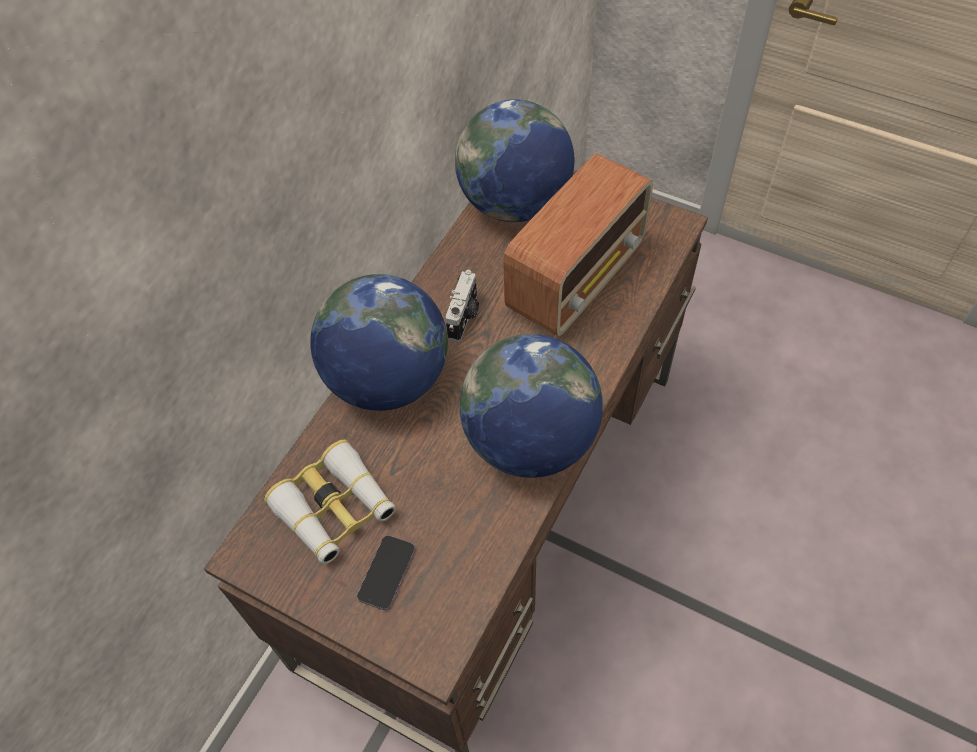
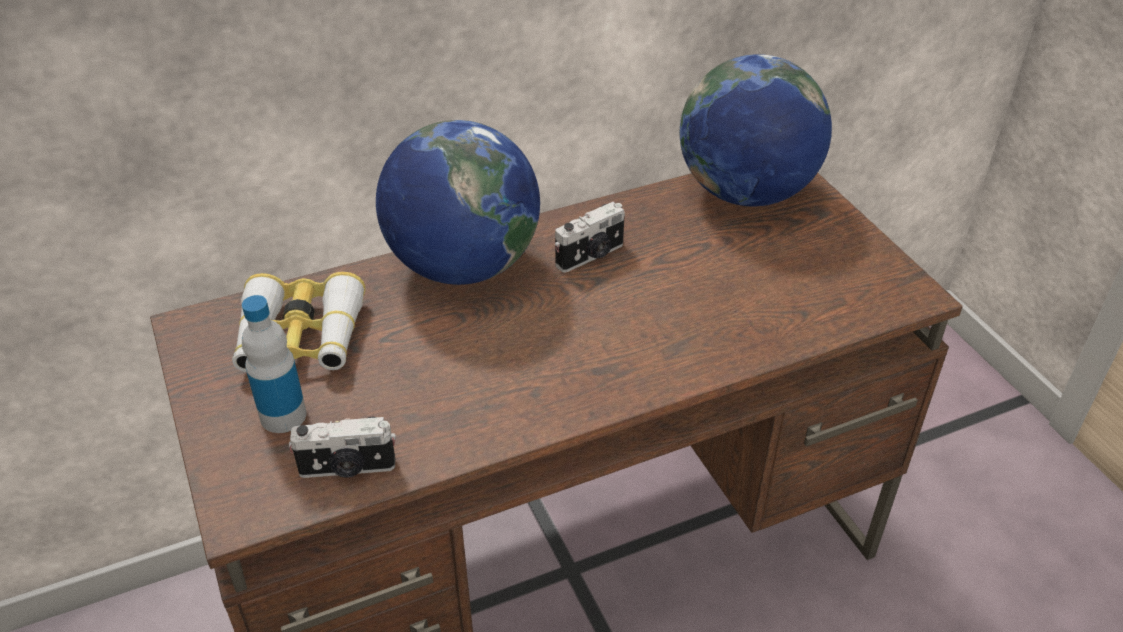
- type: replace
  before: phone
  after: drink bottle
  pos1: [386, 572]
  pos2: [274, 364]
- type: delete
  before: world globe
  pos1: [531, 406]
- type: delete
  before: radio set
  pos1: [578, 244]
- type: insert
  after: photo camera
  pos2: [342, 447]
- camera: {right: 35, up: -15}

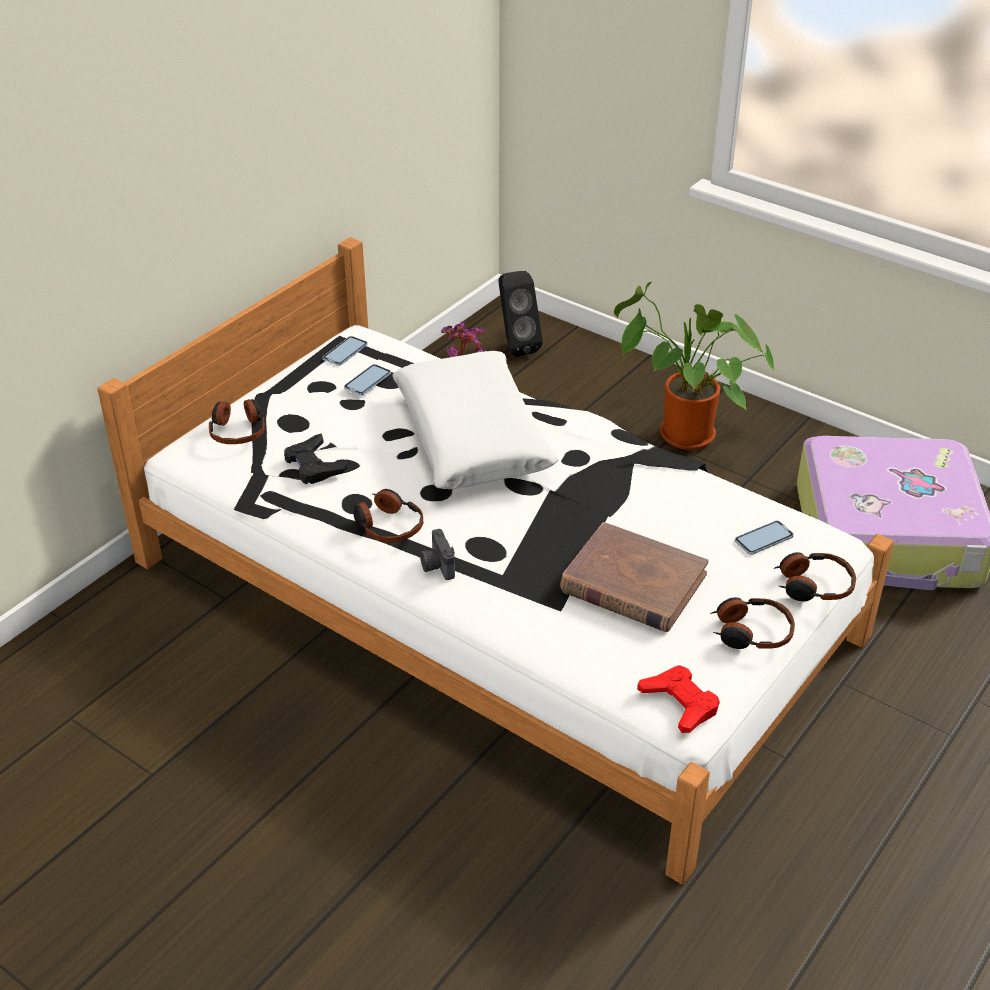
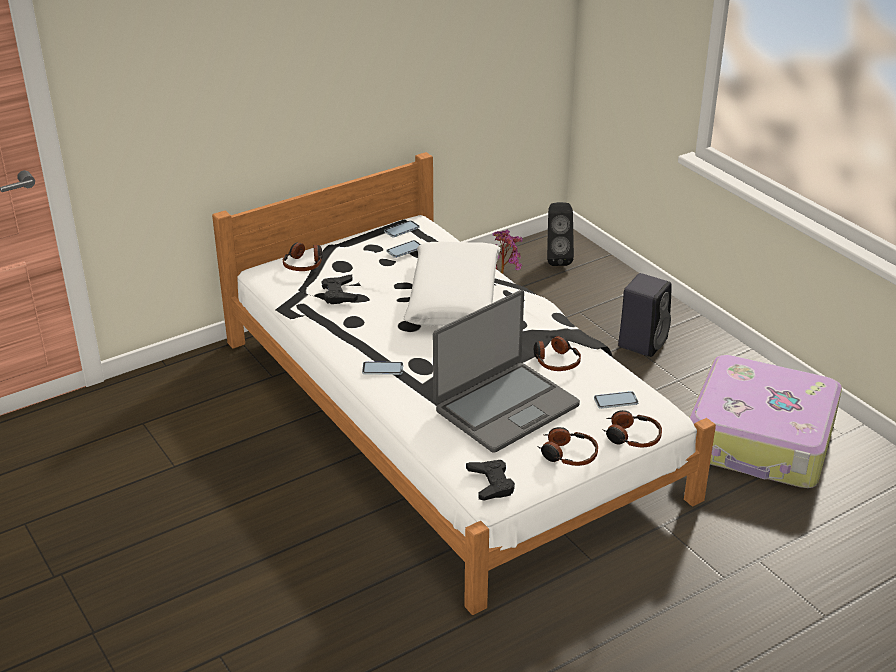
- type: move
  before: headphones
  pos1: [388, 516]
  pos2: [557, 353]
- type: replace
  before: photo camera
  after: phone
  pos1: [437, 554]
  pos2: [382, 368]
- type: replace
  before: brown bound book
  after: laptop
  pos1: [634, 577]
  pos2: [506, 371]
- type: replace
  before: plant in a pot
  after: black-coloured speaker
  pos1: [694, 366]
  pos2: [645, 315]
- type: recolor
  before: reddish gamepad
  after: black-coloured gamepad
  pos1: [678, 699]
  pos2: [490, 480]
- camera: {right: 20, up: -5}

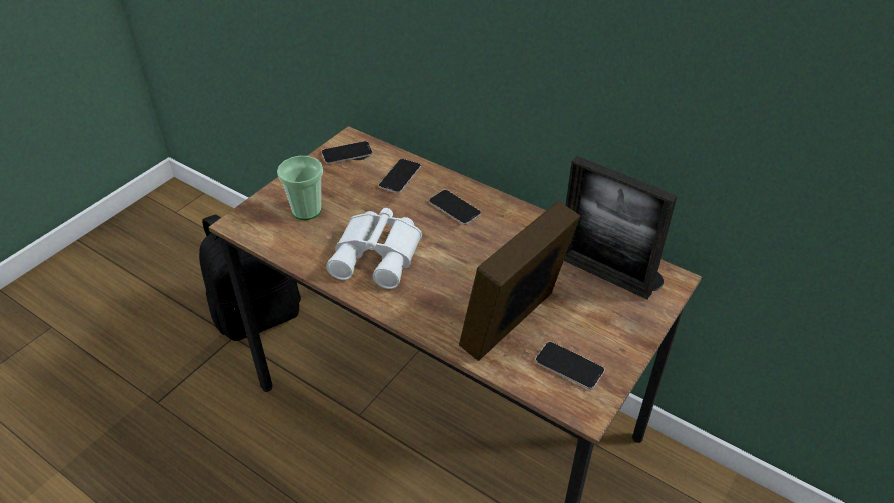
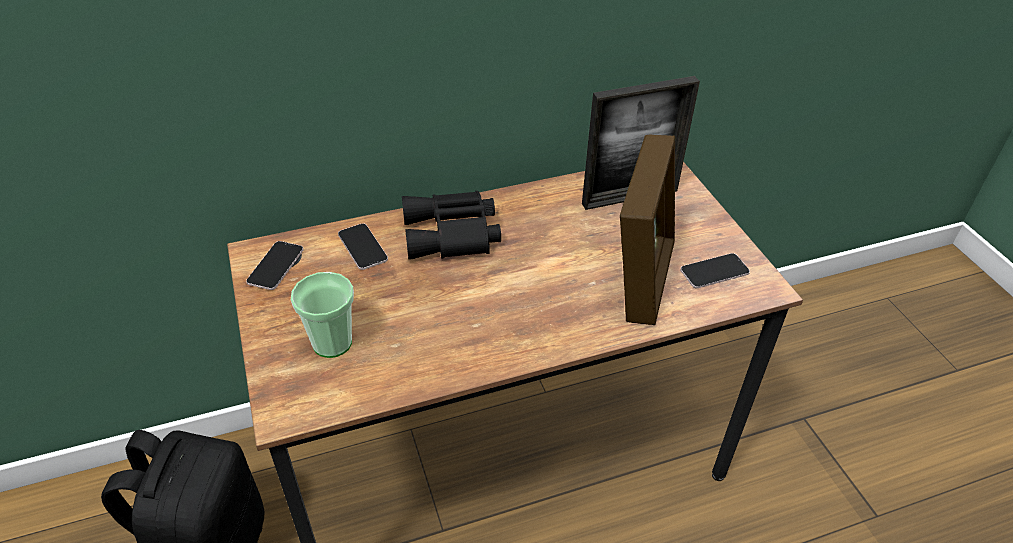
- type: delete
  before: white-coloured binoculars
  pos1: [374, 248]
- type: replace
  before: phone
  after: black-coloured binoculars
  pos1: [455, 207]
  pos2: [451, 225]
- type: rotate
  before: photo frame
  pos1: [519, 281]
  pos2: [647, 230]
  turn: -150
- camera: {right: -55, up: 0}

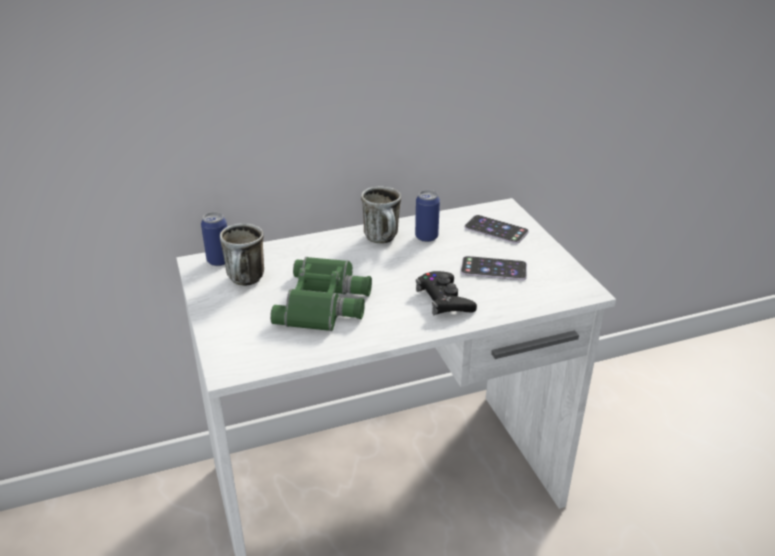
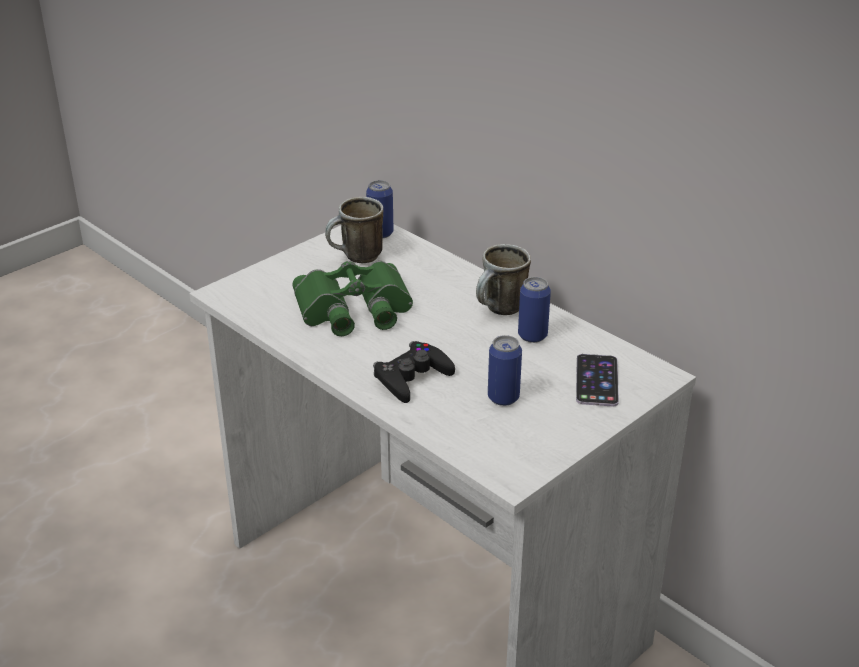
- type: replace
  before: phone
  after: sealed can
  pos1: [494, 268]
  pos2: [505, 370]
- camera: {right: 65, up: 0}

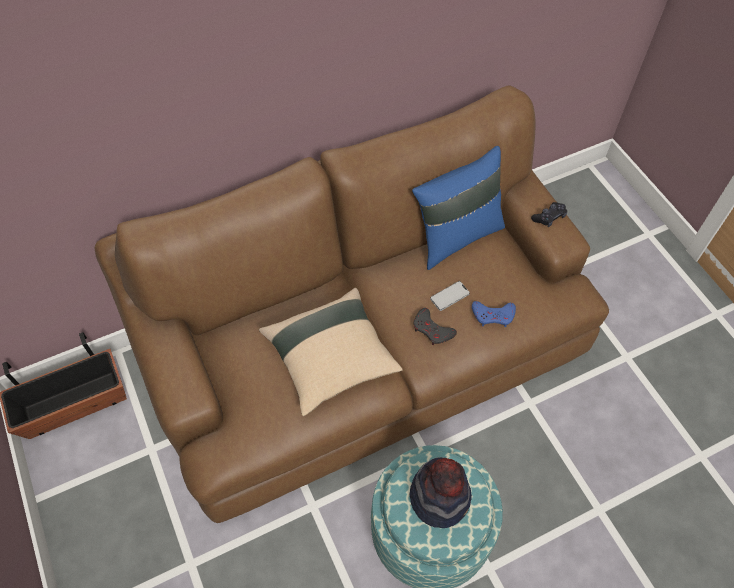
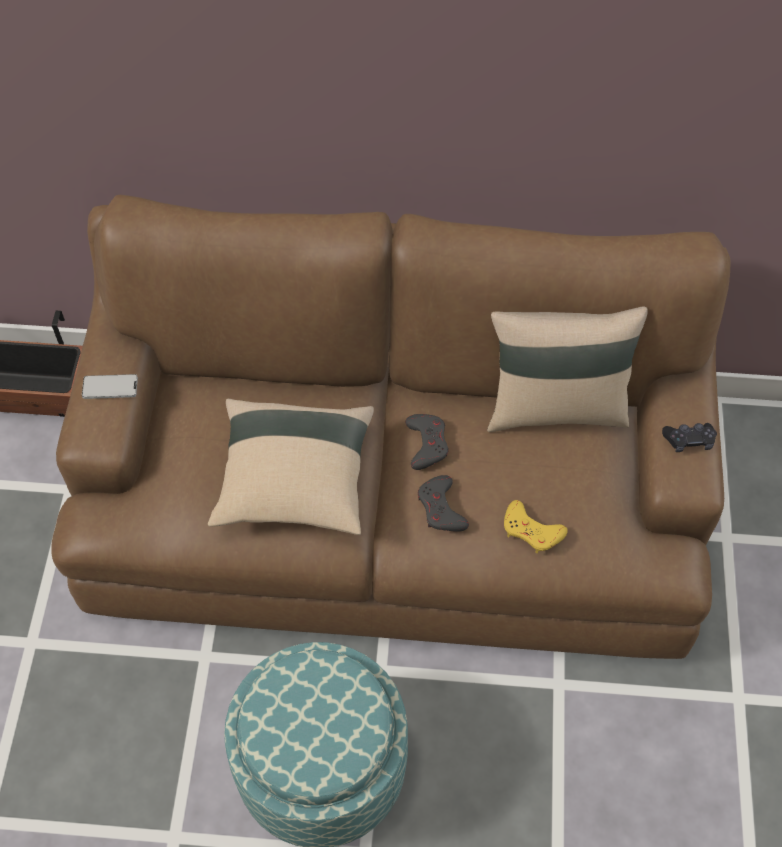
- type: delete
  before: hat
  pos1: [441, 492]
- type: recolor
  before: bluish throw pillow
  after: beige throw pillow
  pos1: [458, 208]
  pos2: [567, 369]
- type: move
  before: phone
  pos1: [450, 296]
  pos2: [110, 386]
- type: recolor
  before: bluish gamepad
  after: yellow-coloured gamepad
  pos1: [494, 314]
  pos2: [536, 527]
- type: insert
  after: grey gamepad
  pos2: [427, 442]
- camera: {right: 30, up: 0}

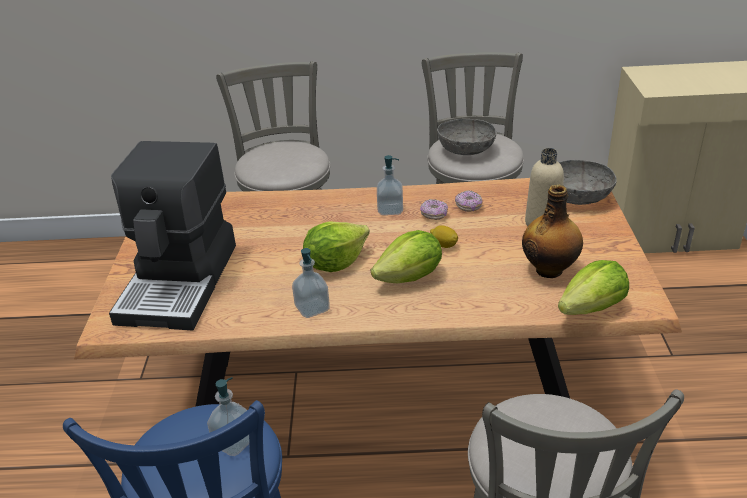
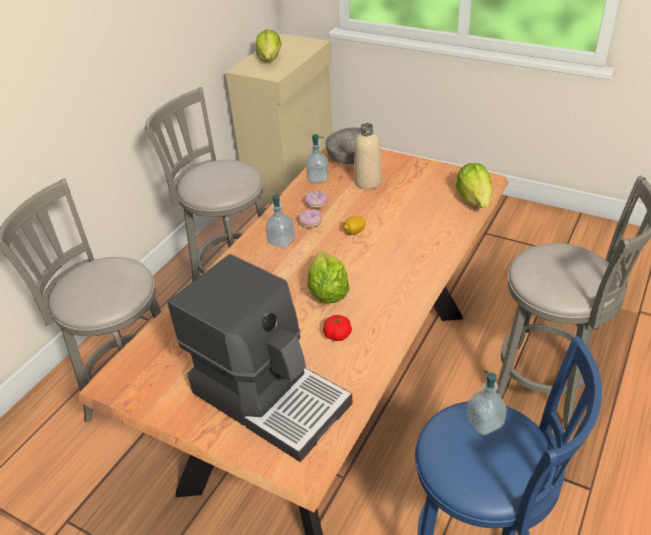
- type: move
  before: soap bottle
  pos1: [311, 283]
  pos2: [317, 158]
- type: move
  before: head of lettuce
  pos1: [406, 256]
  pos2: [268, 46]
- type: delete
  before: grey deep dish
  pos1: [466, 137]
- type: delete
  before: drink bottle
  pos1: [552, 231]
- type: insert
  after: fresh tomato
  pos2: [337, 328]
- camera: {right: -60, up: 5}

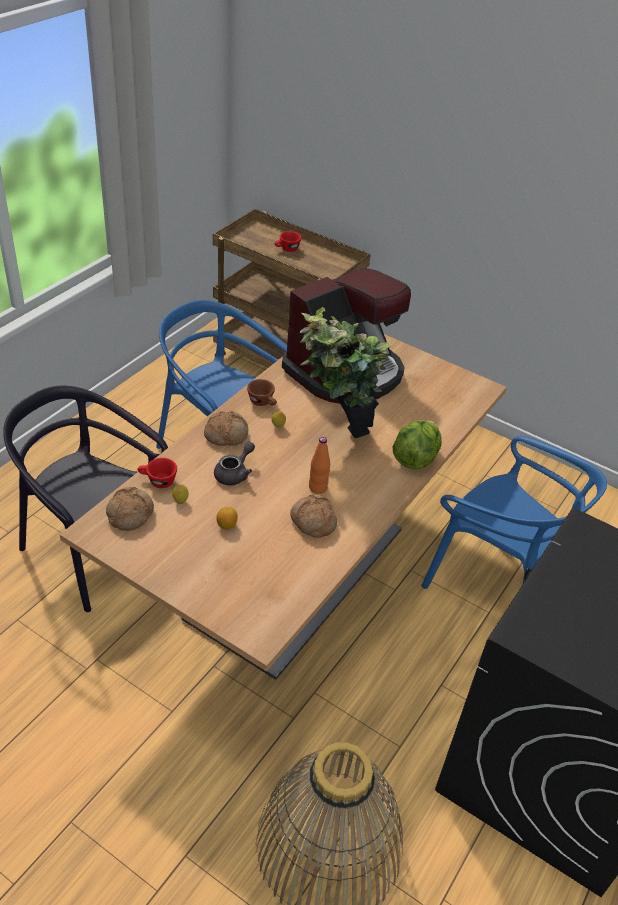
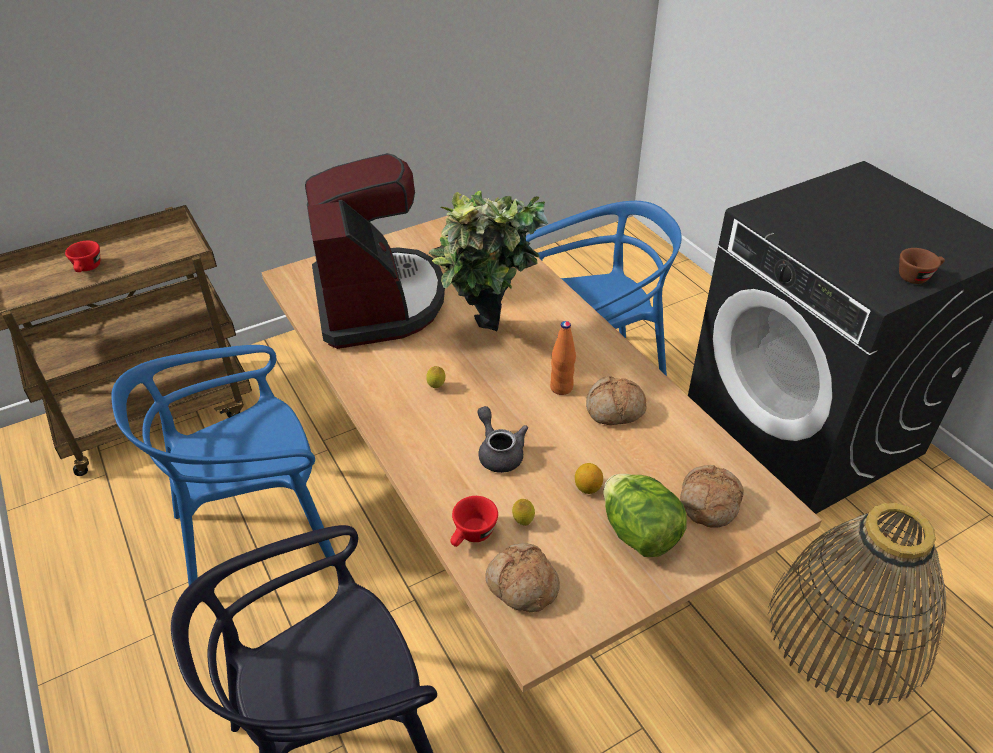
- type: move
  before: bakery bread
  pos1: [226, 428]
  pos2: [712, 496]
- type: move
  before: brown cup
  pos1: [262, 392]
  pos2: [922, 266]
- type: move
  before: head of lettuce
  pos1: [417, 444]
  pos2: [645, 515]
- camera: {right: -60, up: 0}

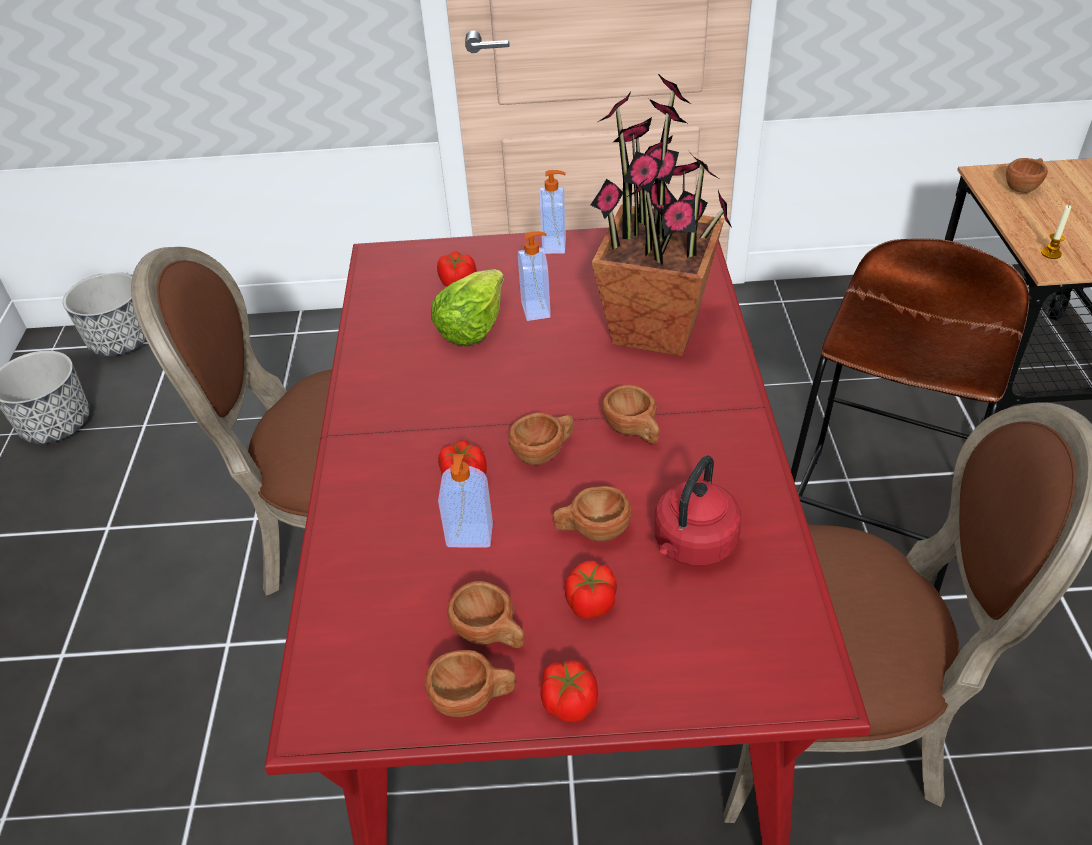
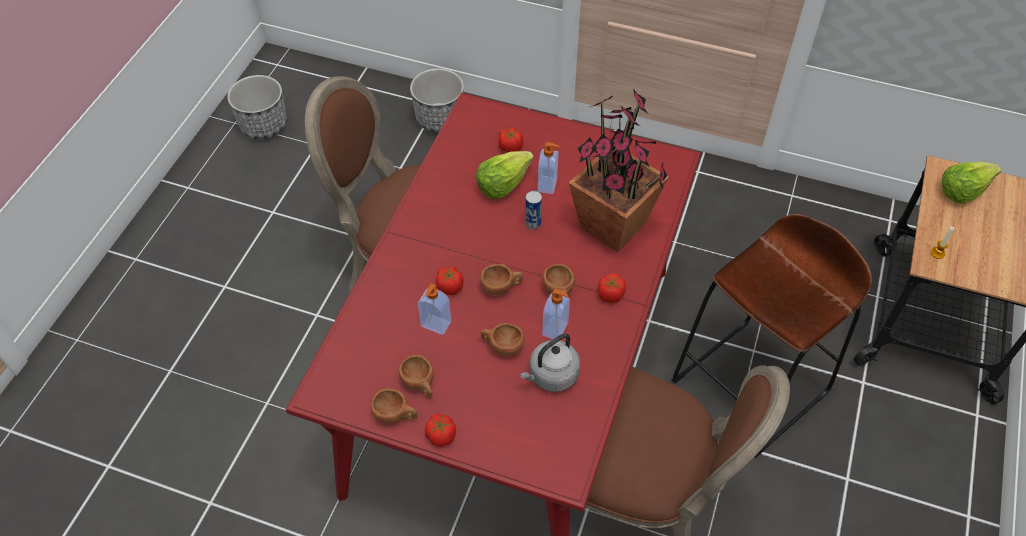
- type: move
  before: planter
  pos1: [105, 314]
  pos2: [437, 100]
- type: move
  before: soap bottle
  pos1: [553, 212]
  pos2: [556, 314]
- type: move
  before: fresh tomato
  pos1: [590, 590]
  pos2: [612, 288]
- type: recolor
  before: reddish water kettle
  after: grey water kettle
  pos1: [698, 510]
  pos2: [550, 362]
- type: replace
  before: brown cup
  after: head of lettuce
  pos1: [1027, 175]
  pos2: [971, 182]
- type: insert
  after: sealed can
  pos2: [533, 210]
- camera: {right: 20, up: 10}

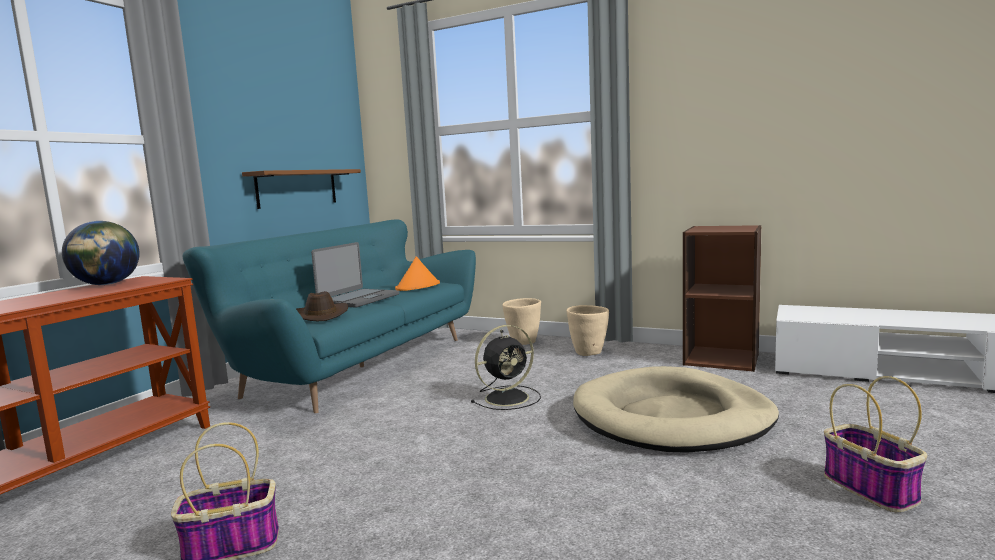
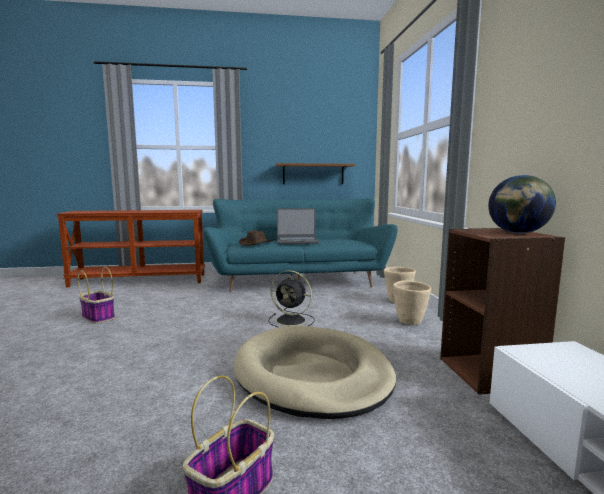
- type: move
  before: world globe
  pos1: [101, 253]
  pos2: [522, 204]
- type: delete
  before: orangey hat
  pos1: [417, 273]
- camera: {right: 55, up: 0}

